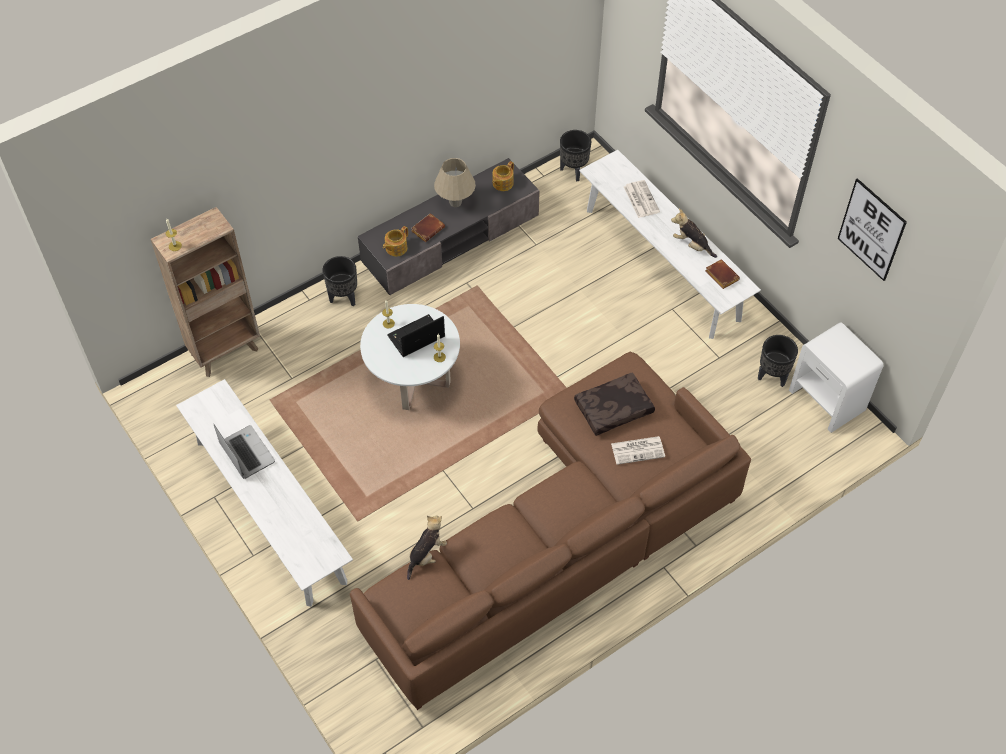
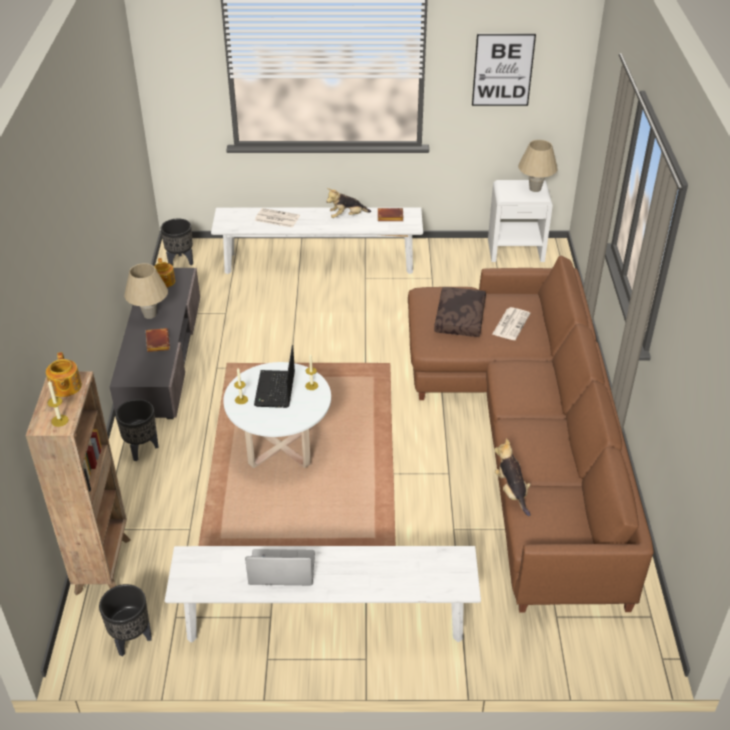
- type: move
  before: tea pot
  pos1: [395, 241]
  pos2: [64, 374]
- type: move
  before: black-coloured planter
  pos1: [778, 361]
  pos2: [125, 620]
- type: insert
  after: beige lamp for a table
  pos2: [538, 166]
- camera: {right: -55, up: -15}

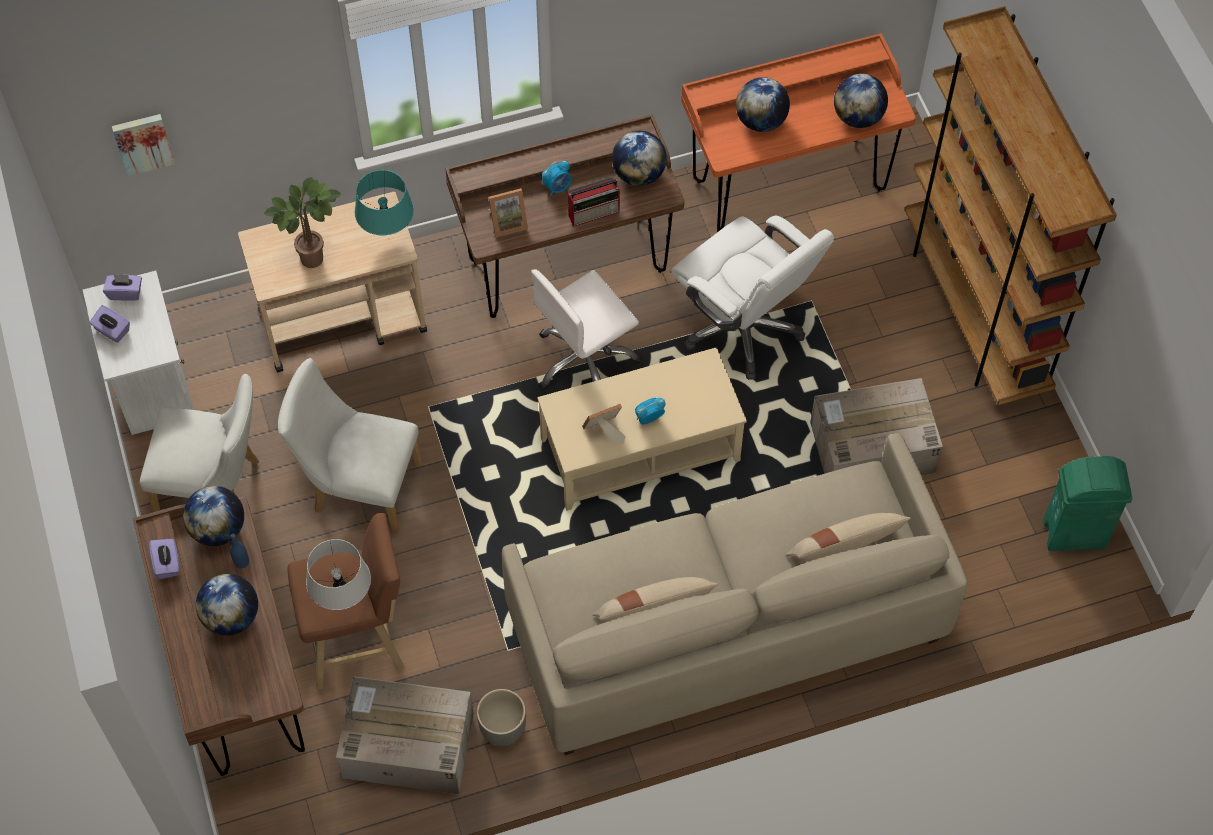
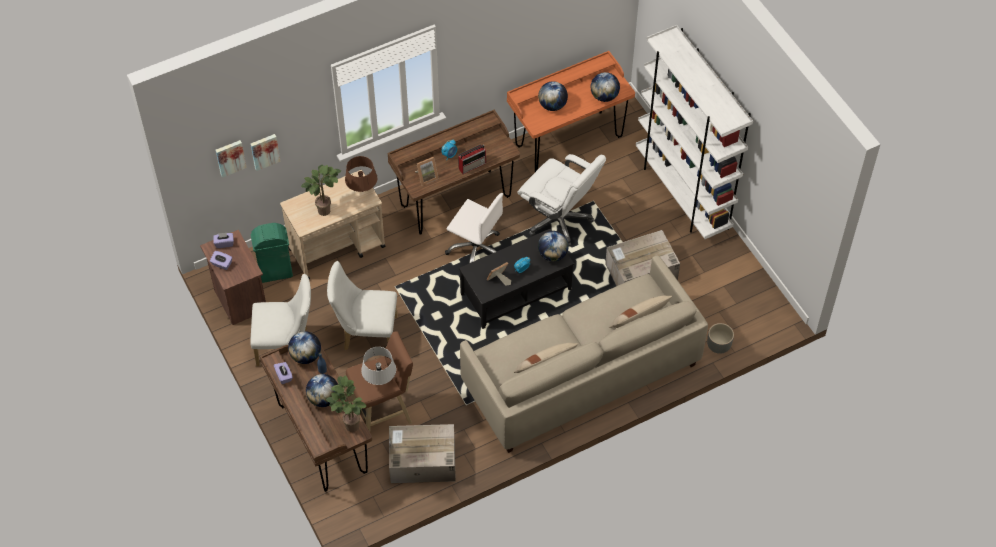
- type: recolor
  before: white-coloured night table
  after: brown night table
  pos1: [138, 353]
  pos2: [233, 277]
- type: recolor
  before: turquoise lamp for a table
  after: brown lamp for a table
  pos1: [384, 202]
  pos2: [361, 174]
- type: move
  before: grey planter
  pos1: [501, 717]
  pos2: [720, 338]
- type: rotate
  before: white-coloured desk chair
  pos1: [586, 330]
  pos2: [474, 228]
  turn: -105
- type: recolor
  before: beige low table
  after: black-coloured low table
  pos1: [642, 429]
  pos2: [516, 279]
- type: move
  before: world globe
  pos1: [639, 158]
  pos2: [553, 246]
- type: recolor
  before: brown shelving unit
  after: white-coloured shelving unit
  pos1: [1011, 205]
  pos2: [694, 132]
- type: move
  before: green rubbish bin
  pos1: [1088, 503]
  pos2: [271, 253]
- type: insert
  after: wall art
  pos2: [265, 152]
- type: insert
  after: plant in a pot
  pos2: [346, 403]
- camera: {right: -10, up: -5}

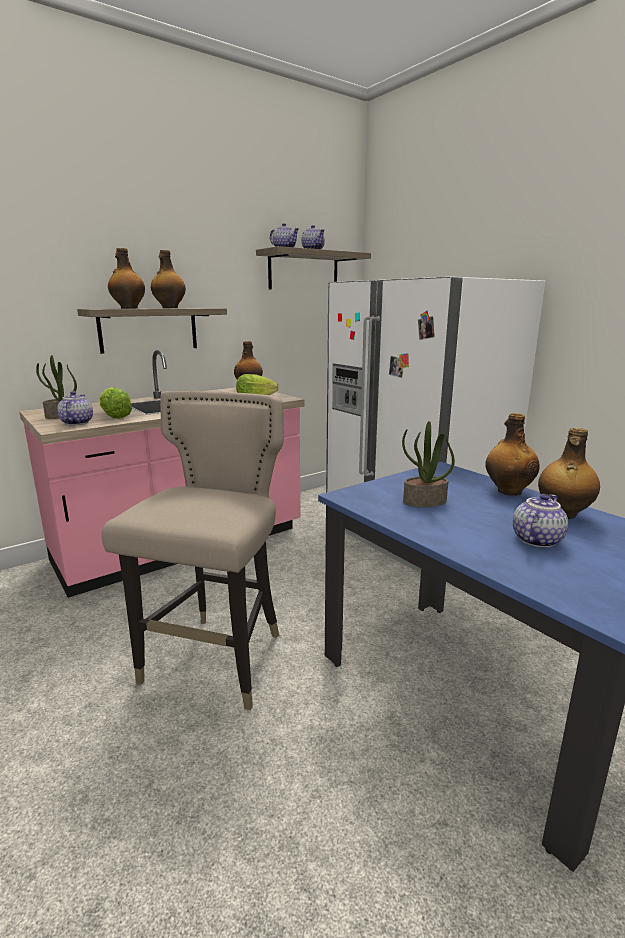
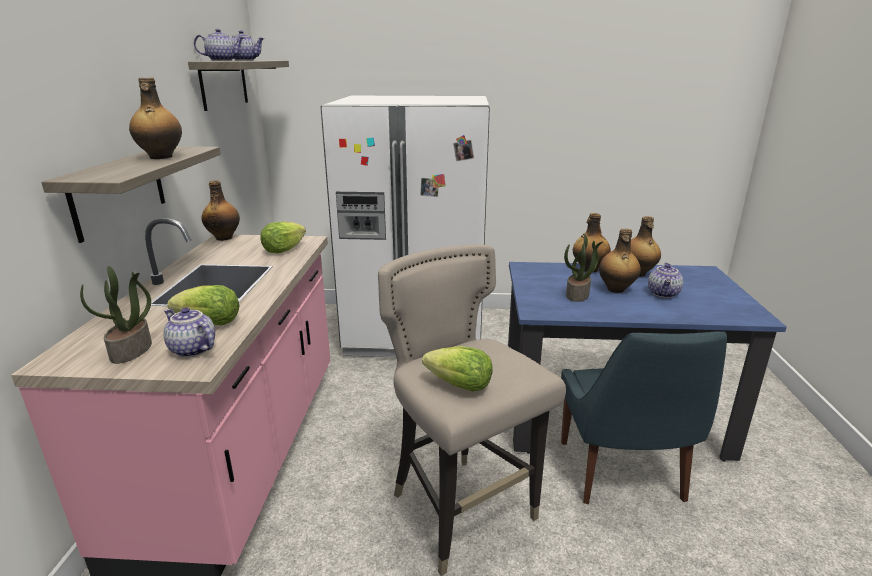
- type: move
  before: drink bottle
  pos1: [126, 278]
  pos2: [620, 261]
- type: rotate
  before: tea pot
  pos1: [540, 520]
  pos2: [665, 280]
  turn: -150
- type: insert
  after: head of lettuce
  pos2: [457, 368]
- type: insert
  after: bluish plain chair
  pos2: [644, 418]
- camera: {right: -50, up: 5}

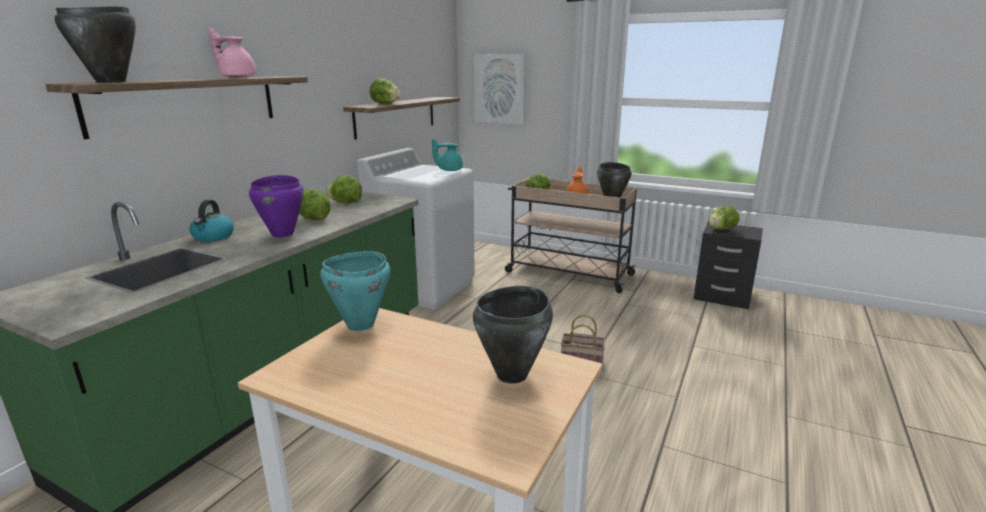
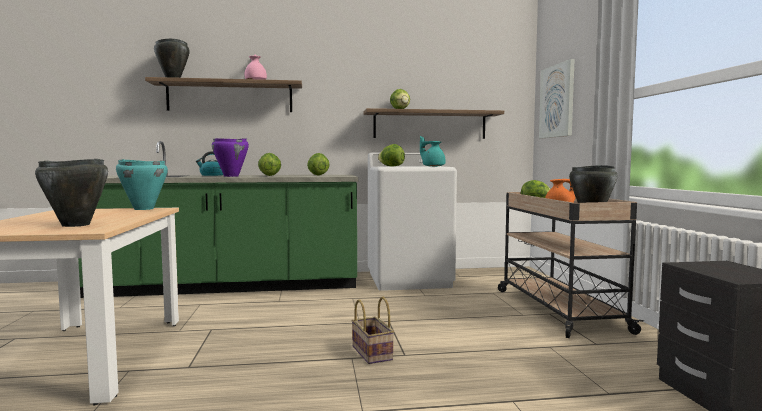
- type: move
  before: head of lettuce
  pos1: [724, 218]
  pos2: [391, 155]
- camera: {right: 55, up: -15}

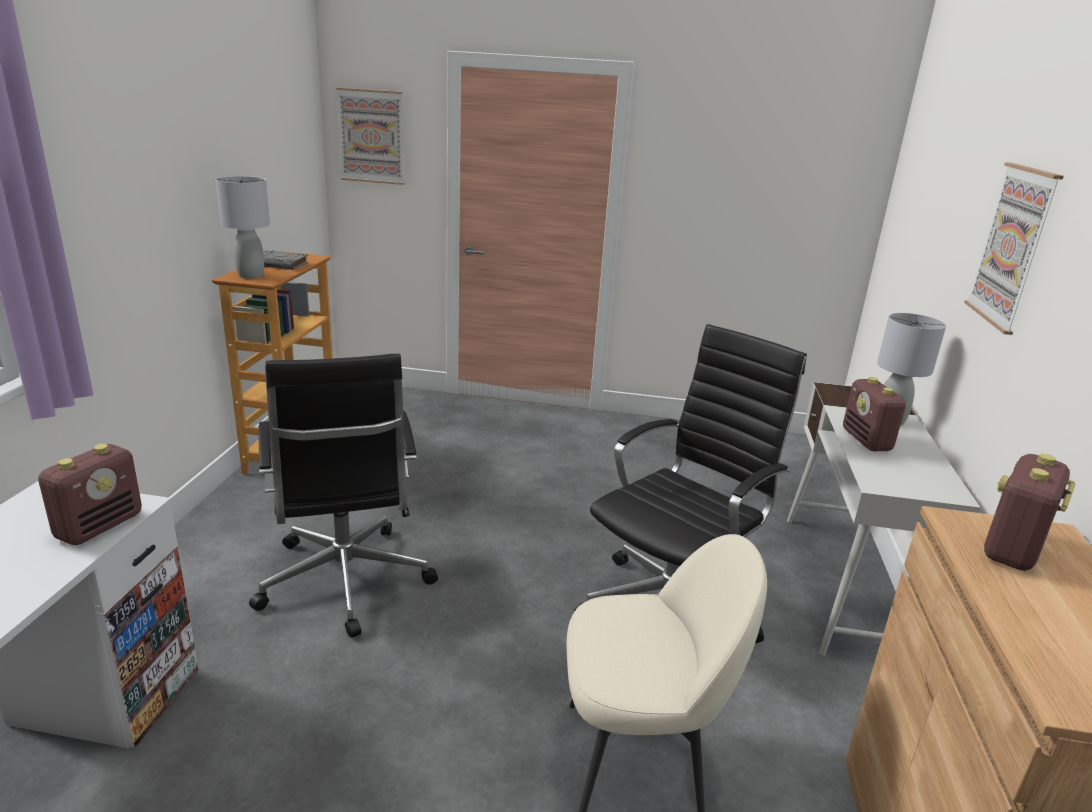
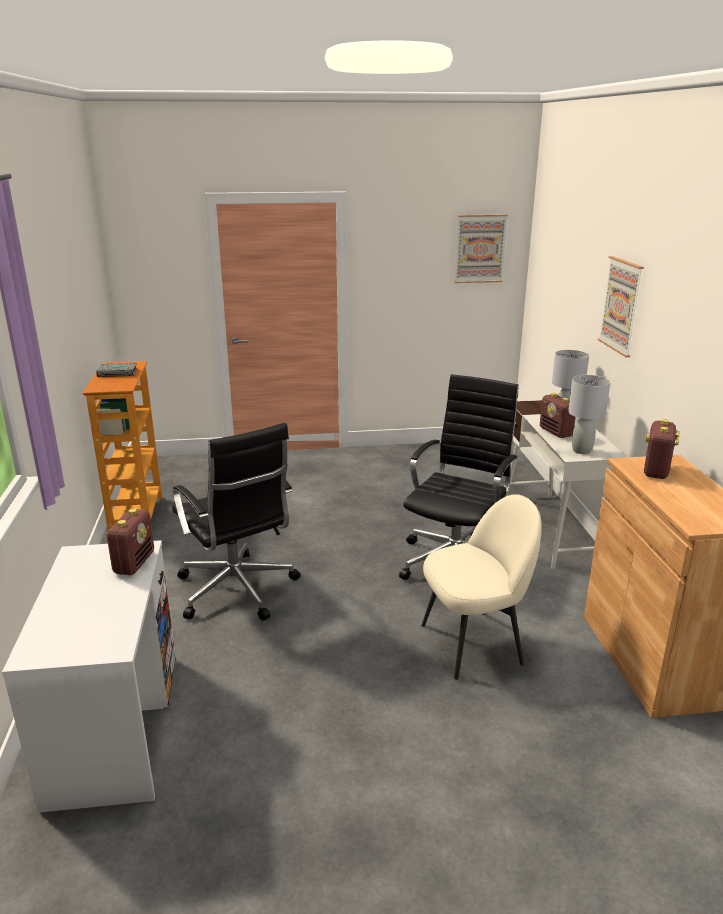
- type: move
  before: grey lamp for a table
  pos1: [243, 227]
  pos2: [589, 414]
- type: move
  before: wall art
  pos1: [370, 136]
  pos2: [481, 248]
- camera: {right: -15, up: 0}

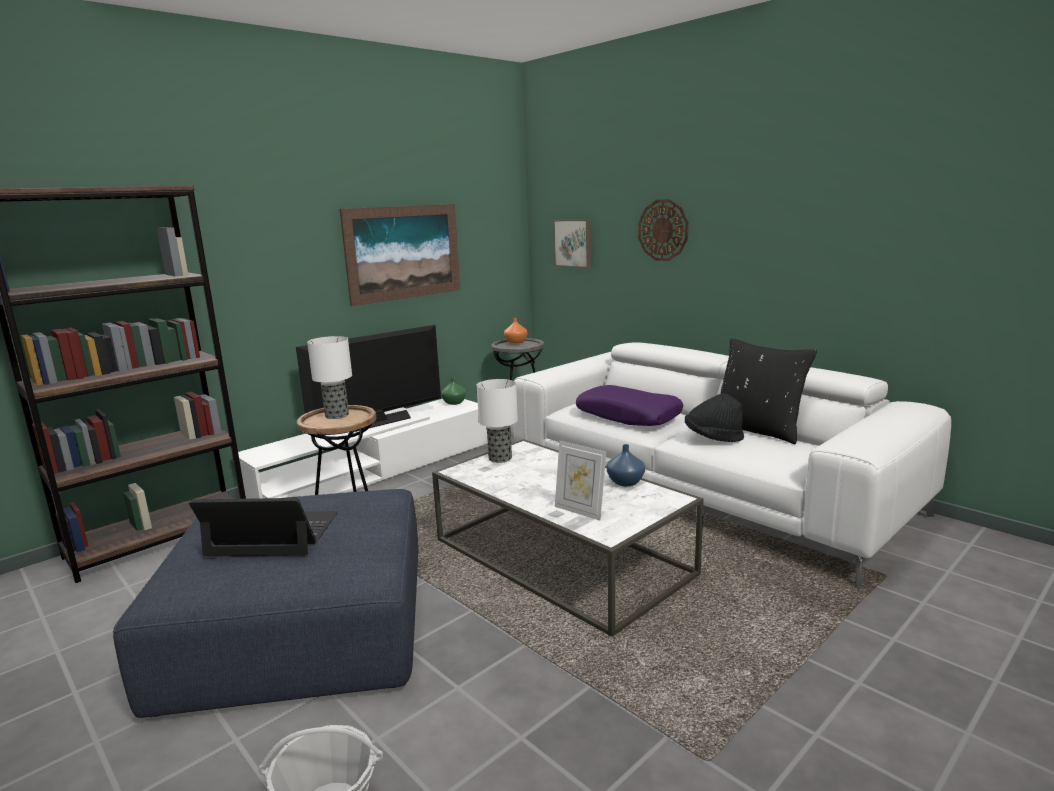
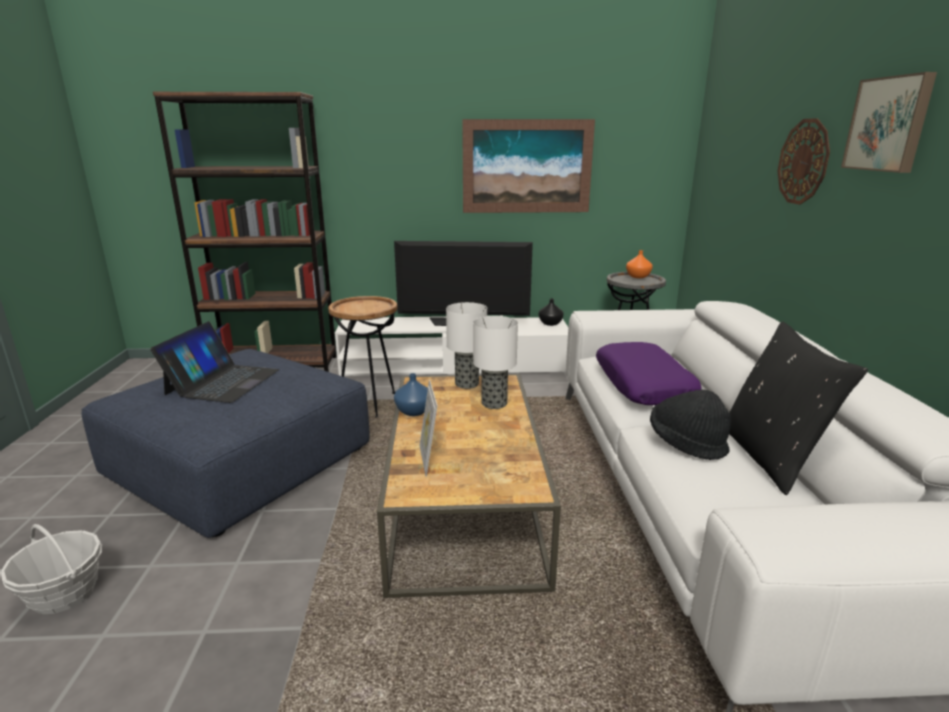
- type: rotate
  before: laptop
  pos1: [263, 527]
  pos2: [214, 362]
  turn: 60
- type: move
  before: lamp for a table
  pos1: [329, 377]
  pos2: [495, 362]
- type: recolor
  before: white-coloured low table
  after: brown low table
  pos1: [568, 538]
  pos2: [469, 486]
- type: recolor
  before: green decorative vase
  after: black-coloured decorative vase
  pos1: [453, 391]
  pos2: [551, 312]
- type: move
  before: wall art
  pos1: [572, 244]
  pos2: [889, 122]
- type: move
  before: bluish decorative vase
  pos1: [626, 465]
  pos2: [411, 394]
- camera: {right: 40, up: 5}

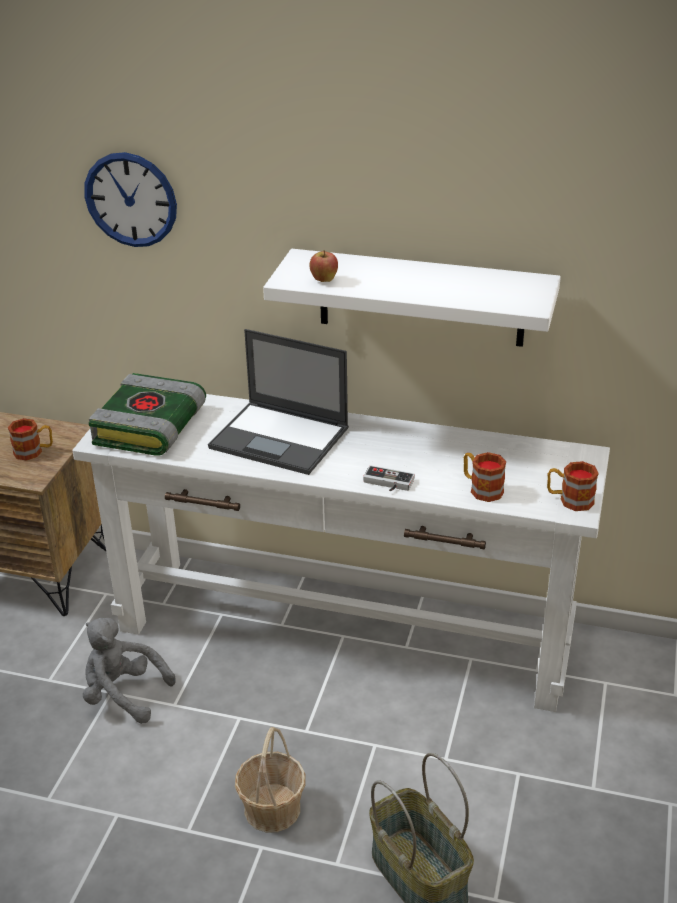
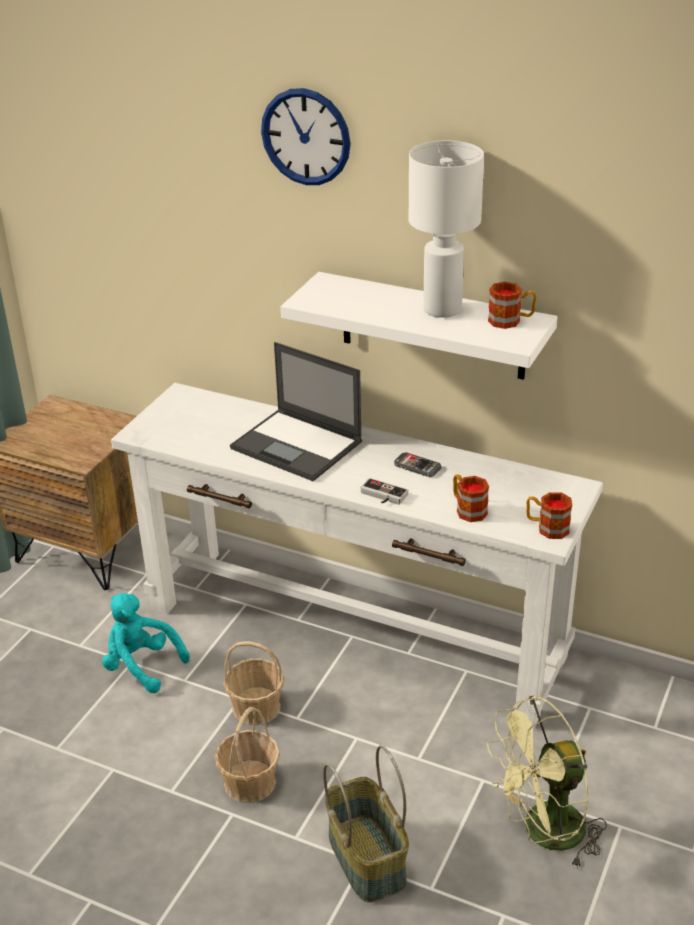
- type: move
  before: tea mug
  pos1: [30, 439]
  pos2: [512, 305]
- type: recolor
  before: grey cuddly toy
  after: turquoise cuddly toy
  pos1: [129, 671]
  pos2: [146, 643]
- type: move
  before: hanging clock
  pos1: [130, 199]
  pos2: [306, 136]
- type: delete
  before: bound book
  pos1: [147, 414]
- type: delete
  before: apple fruit
  pos1: [324, 266]
- type: insert
  after: household basket
  pos2: [254, 683]
- type: insert
  after: phone
  pos2: [418, 464]
- type: insert
  after: white-coloured lamp for a table
  pos2: [446, 229]
- type: insert
  after: green cooling fan
  pos2: [547, 782]
- camera: {right: 10, up: 0}

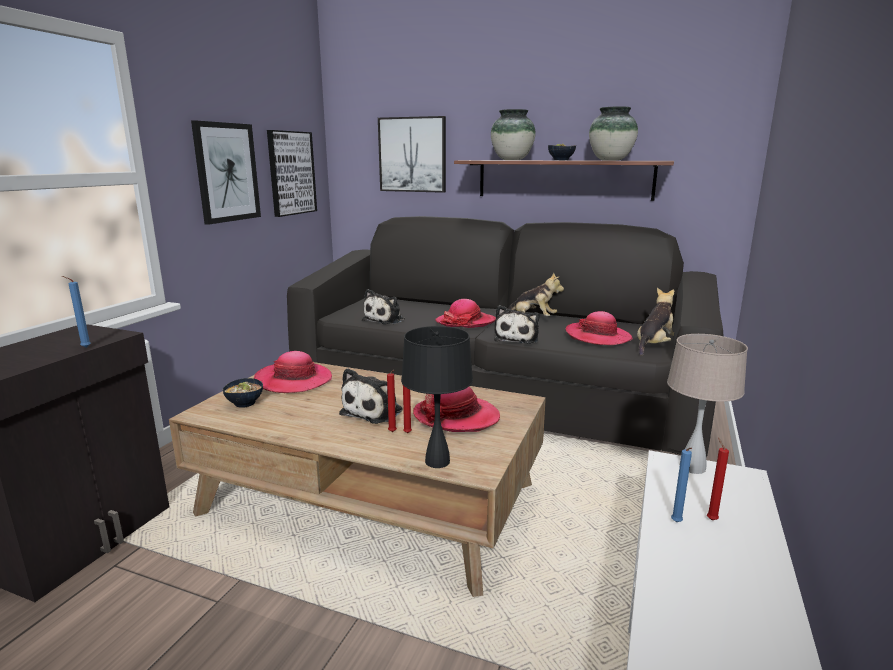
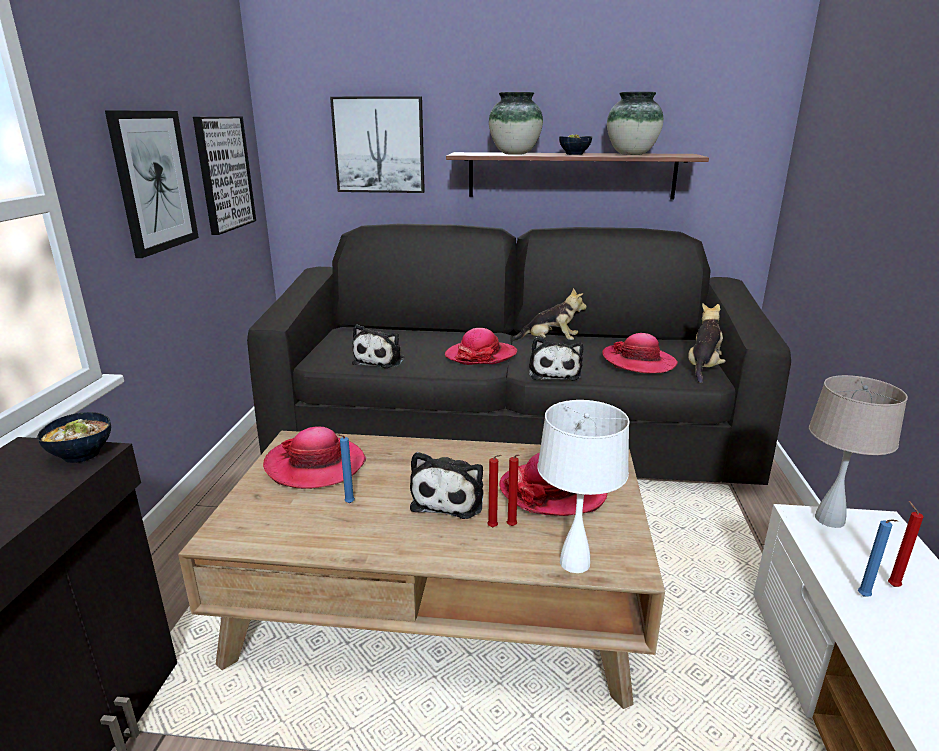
- type: move
  before: bluish candle
  pos1: [76, 312]
  pos2: [346, 468]
- type: move
  before: deep dish
  pos1: [243, 393]
  pos2: [74, 437]
- type: recolor
  before: black-coloured lamp for a table
  after: white-coloured lamp for a table
  pos1: [437, 397]
  pos2: [584, 486]
- camera: {right: -15, up: 5}

